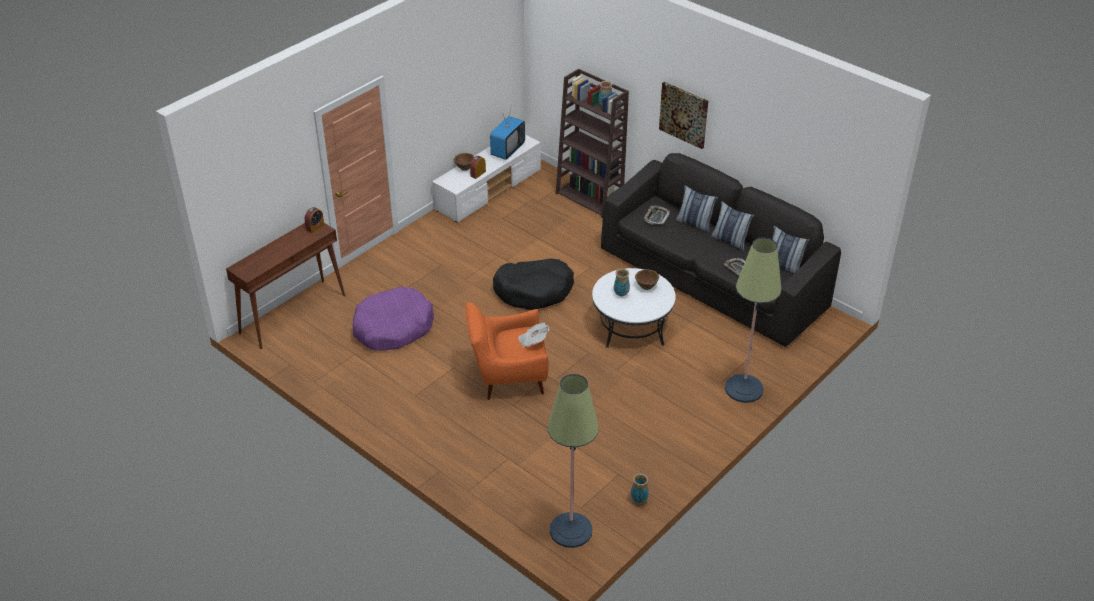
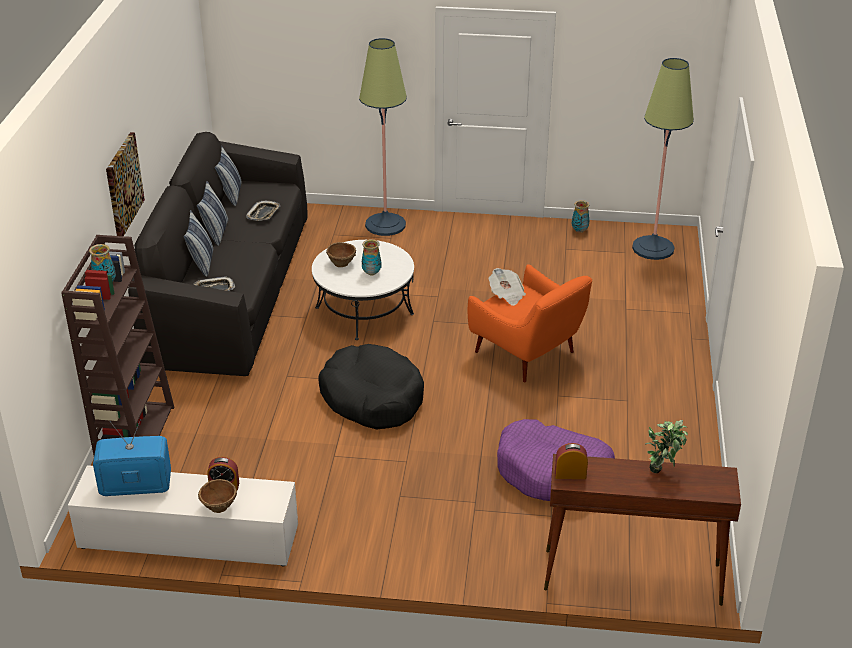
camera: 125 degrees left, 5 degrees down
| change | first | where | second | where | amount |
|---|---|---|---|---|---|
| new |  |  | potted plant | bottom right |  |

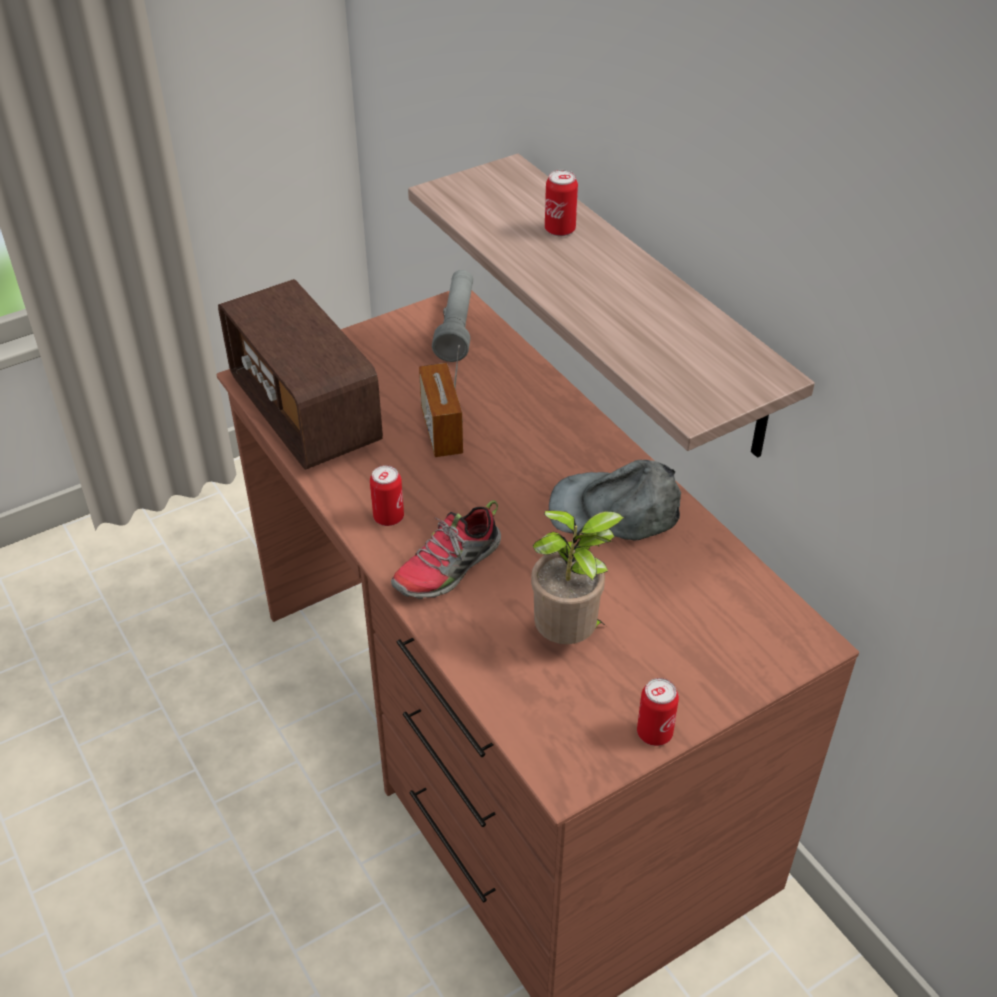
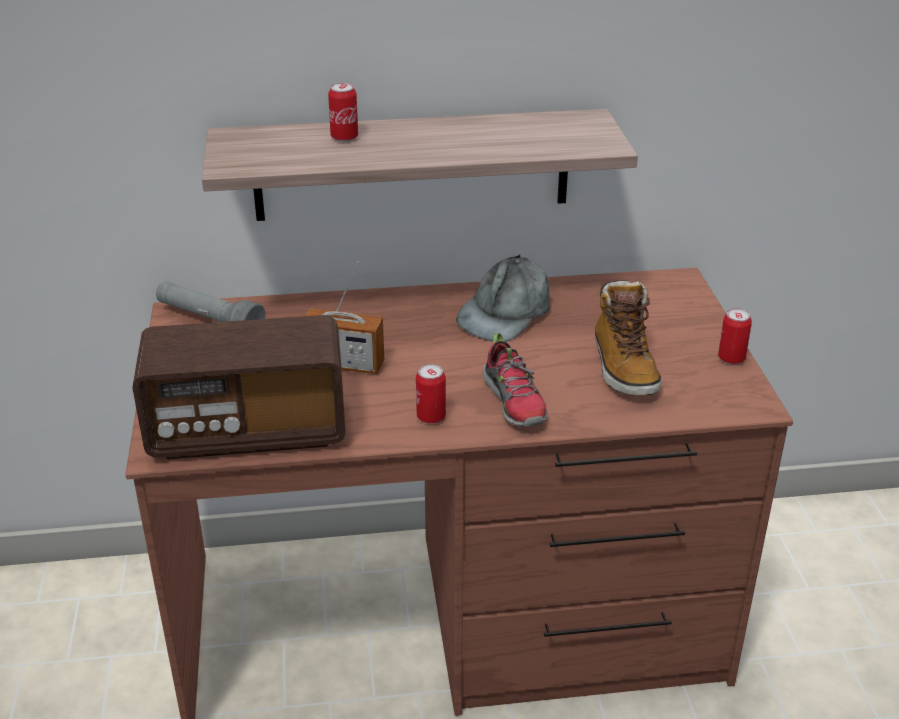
camera: 65 degrees left, 10 degrees down
| change | first | where | second | where | amount |
|---|---|---|---|---|---|
| swapped | potted plant | centre | high-top boot | middle right |  |

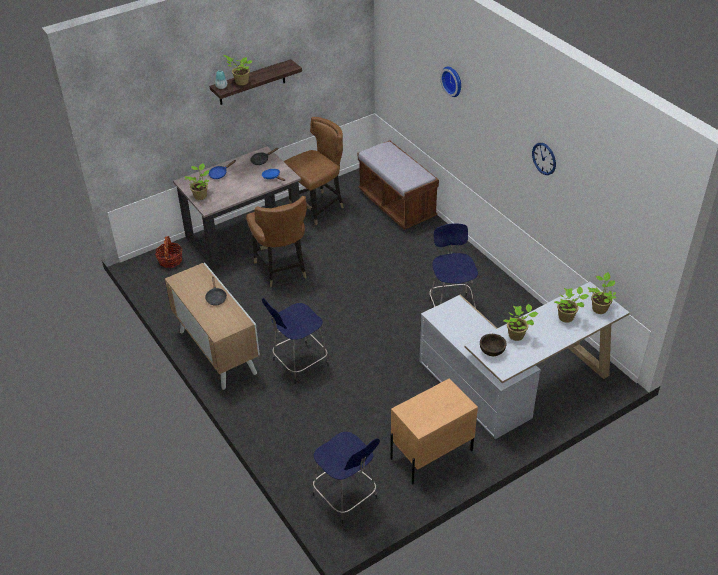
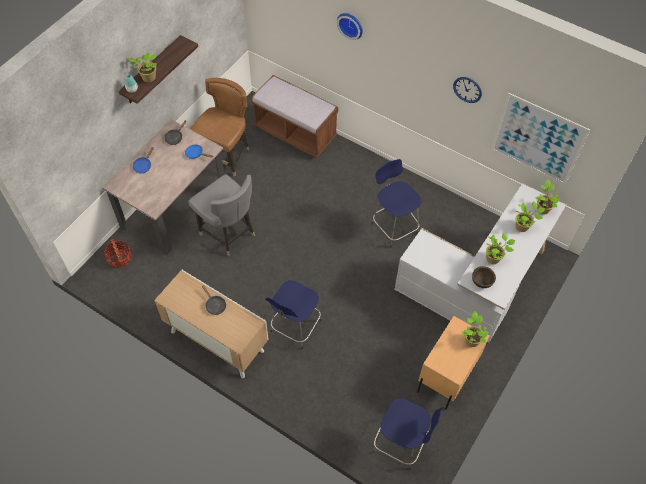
camera: 25 degrees left, 15 degrees up
| change | first | where | second | where | amount |
|---|---|---|---|---|---|
| repainted | brown-coloured upright chair (no. 1 from left) | centre | grey upright chair | centre |  |
| shifted | potted plant (no. 1 from left in the first image) | top left | potted plant (no. 2 from left) | bottom right |  |
| new |  |  | wall art | top right |  |

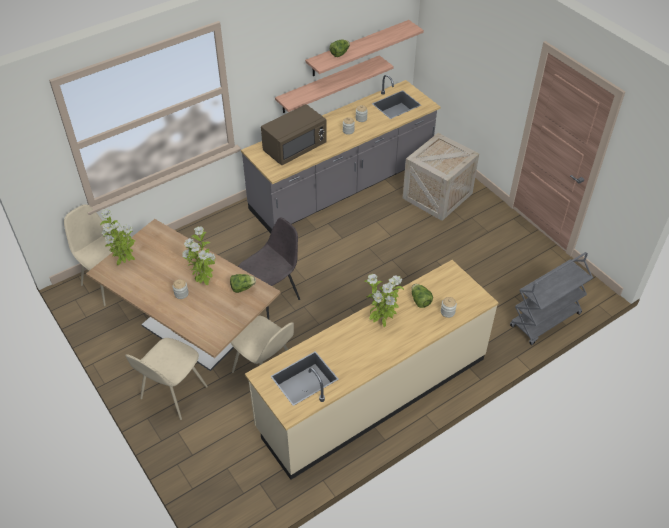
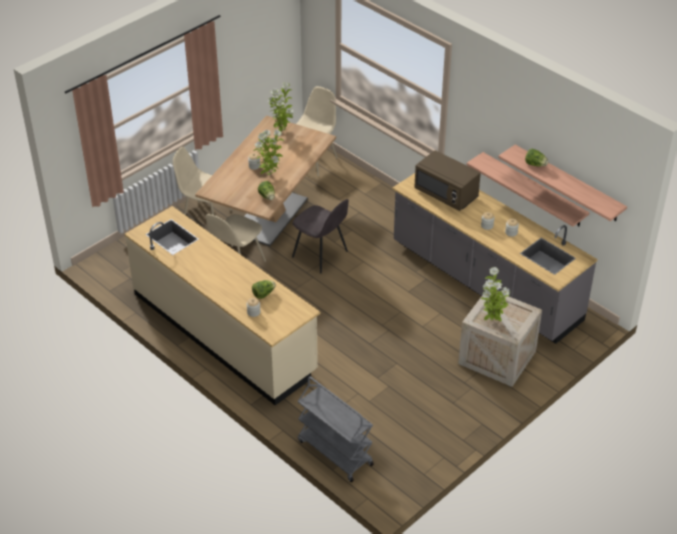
camera: 80 degrees right, 5 degrees down
| change | first | where | second | where | amount |
|---|---|---|---|---|---|
| shifted | potted plant (no. 3 from left) | centre |  | middle right |  |

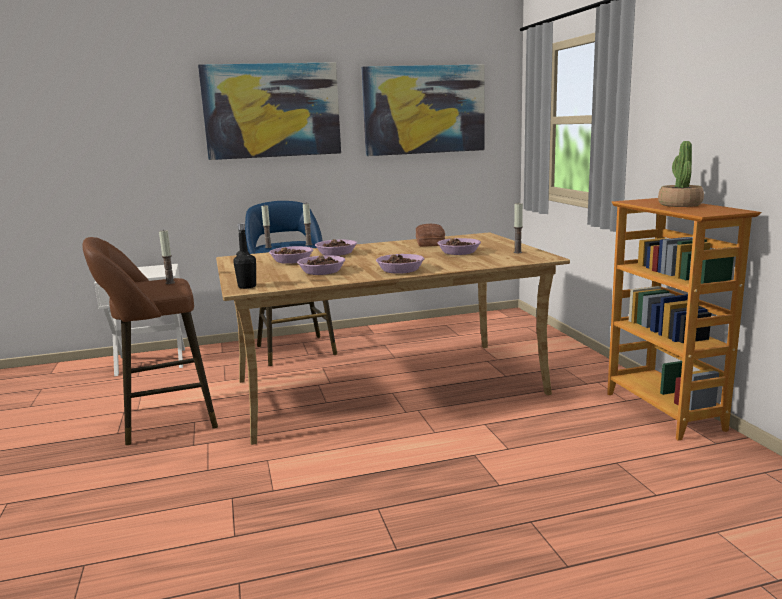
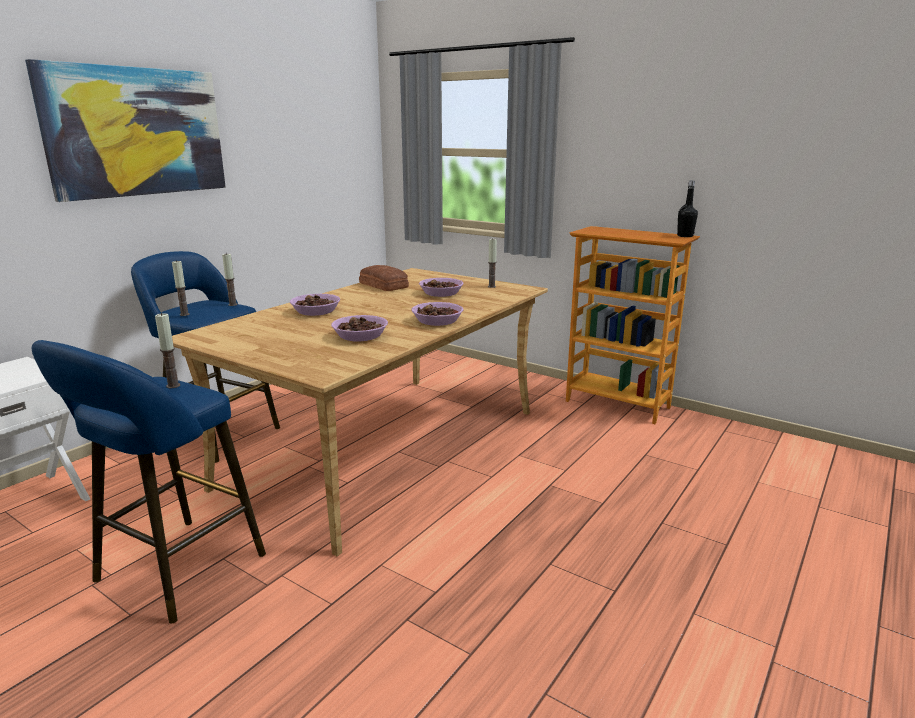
camera: 40 degrees left, 5 degrees up
| change | first | where | second | where | amount |
|---|---|---|---|---|---|
| repainted | brown-coloured stool seat | middle left | blue-coloured stool seat (no. 1 from left) | bottom left |  |
| shifted | blackish beverage bottle | middle left |  | top right |  |
| gone | deep dish (no. 1 from left) | centre |  |  |  |
| gone | wall art (no. 2 from left) | top centre |  |  |  |
| gone | potted plant | top right |  |  |  |

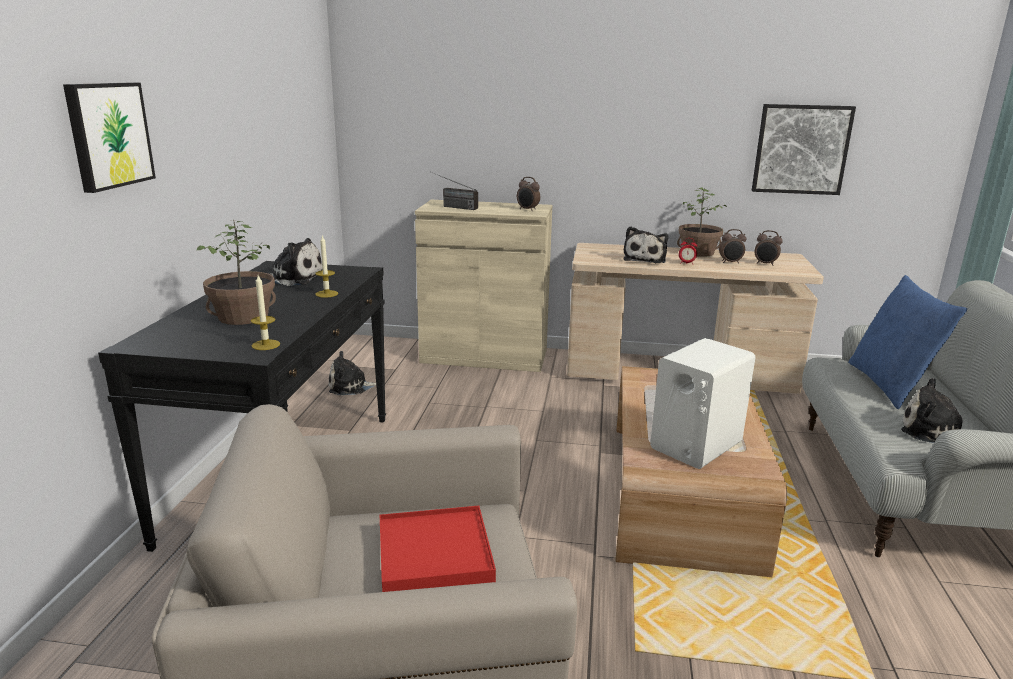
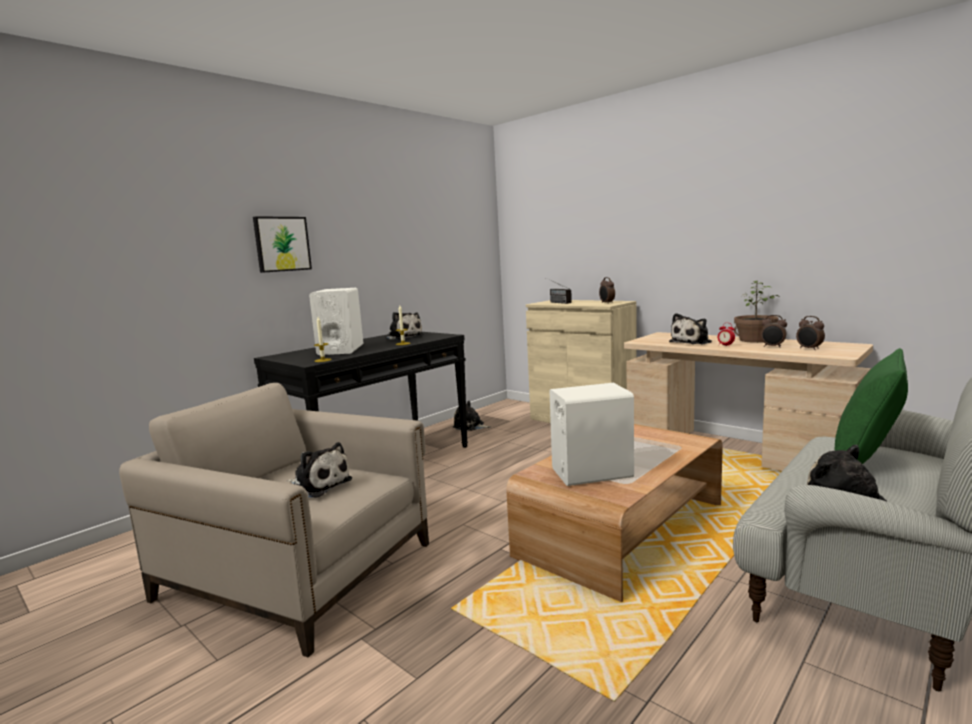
camera: 35 degrees right, 10 degrees down
| change | first | where | second | where | amount |
|---|---|---|---|---|---|
| swapped | red carrying tray | bottom centre | cuddly toy (no. 1 from left) | middle left |  |
| swapped | potted plant (no. 1 from left) | middle left | white audio speaker (no. 1 from left) | centre |  |
| repainted | blue-coloured pillow | middle right | greenish pillow | middle right |  |
| gone | wall art (no. 2 from left) | top right |  |  |  |

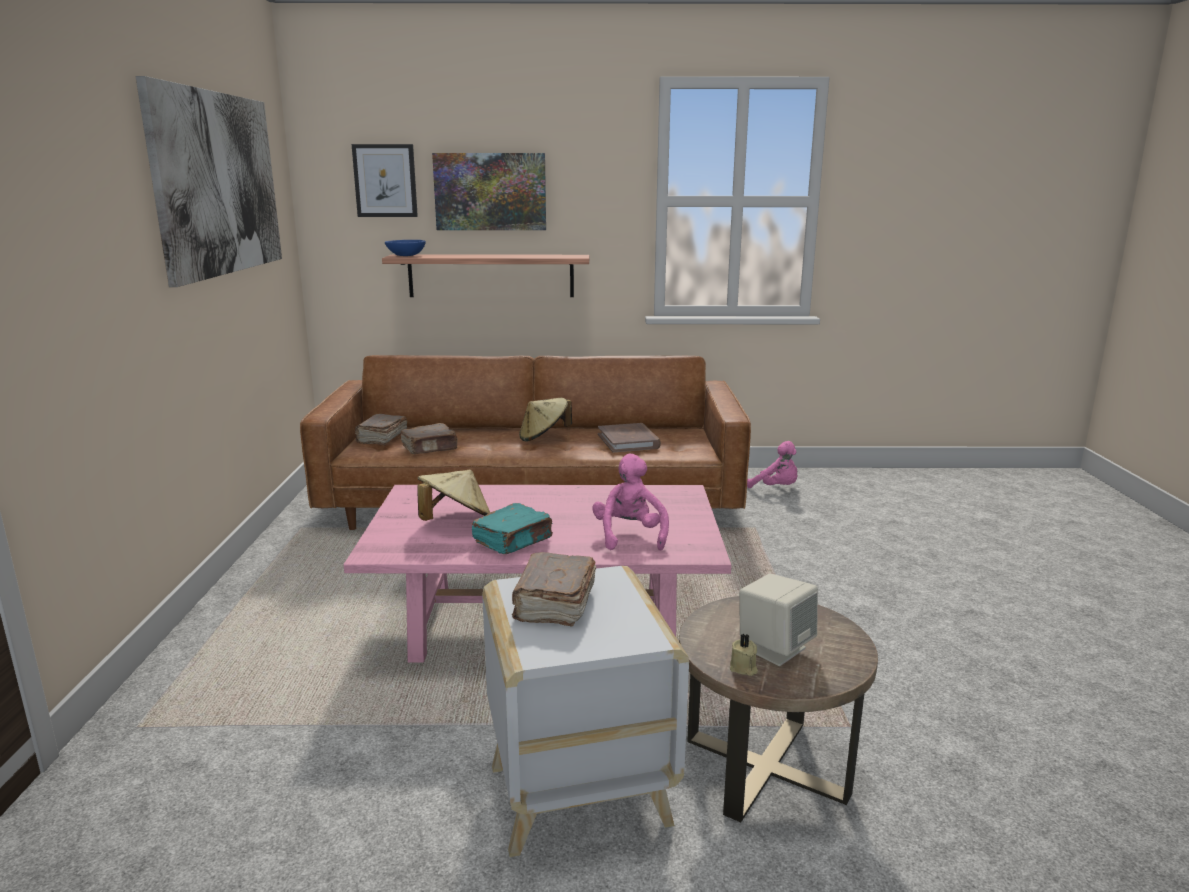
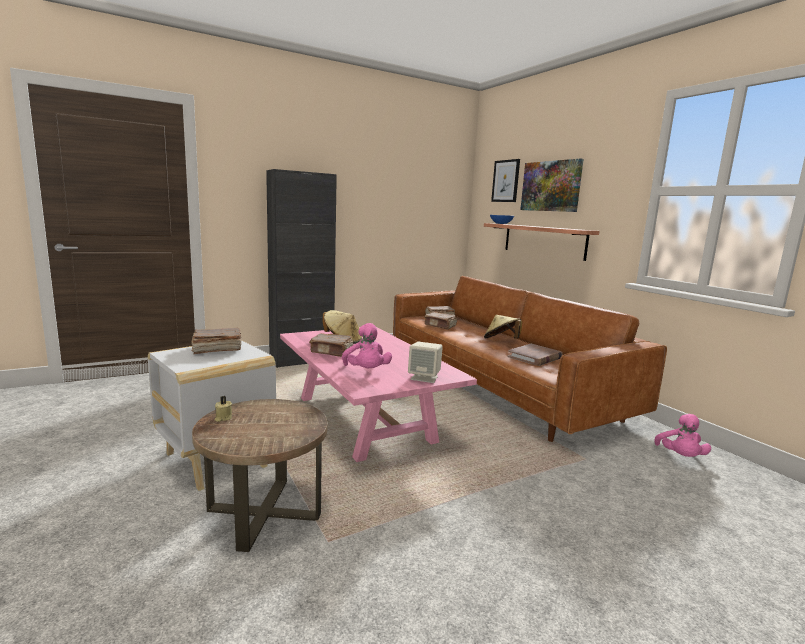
camera: 60 degrees right, 5 degrees down
| change | first | where | second | where | amount |
|---|---|---|---|---|---|
| new |  |  | blackish storage cabinet | centre |  |
| repainted | turquoise-coloured bound book | centre | brown-coloured bound book (no. 2 from left) | centre |  |
| rotated | pink cuddly toy (no. 1 from left) | centre |  | centre | 105 degrees clockwise |
| shifted | beige-coloured audio speaker | bottom centre |  | centre |  |
| gone | wall art (no. 1 from left) | top left |  |  |  |

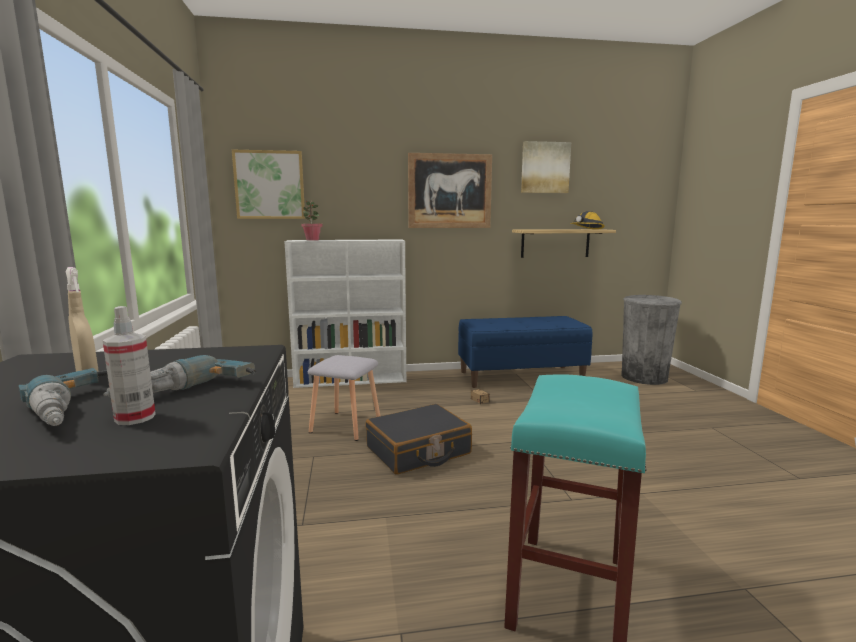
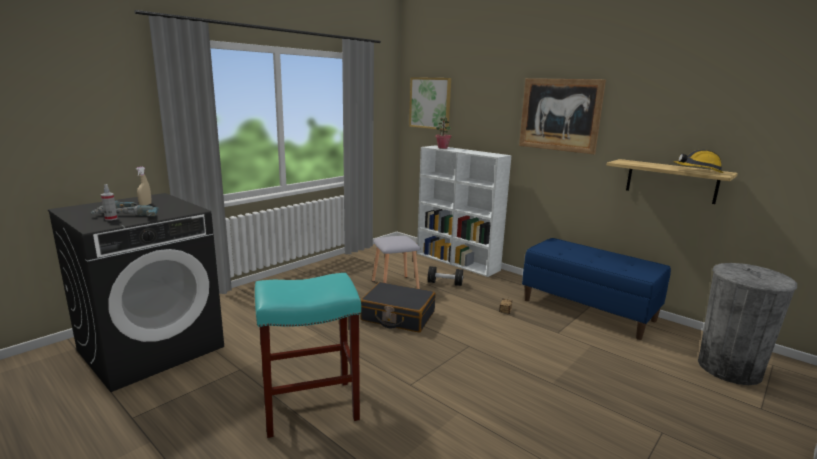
camera: 50 degrees right, 5 degrees up
| change | first | where | second | where | amount |
|---|---|---|---|---|---|
| new |  |  | blackish dumbbell | centre |  |
| gone | wall art (no. 3 from left) | top centre |  |  |  |

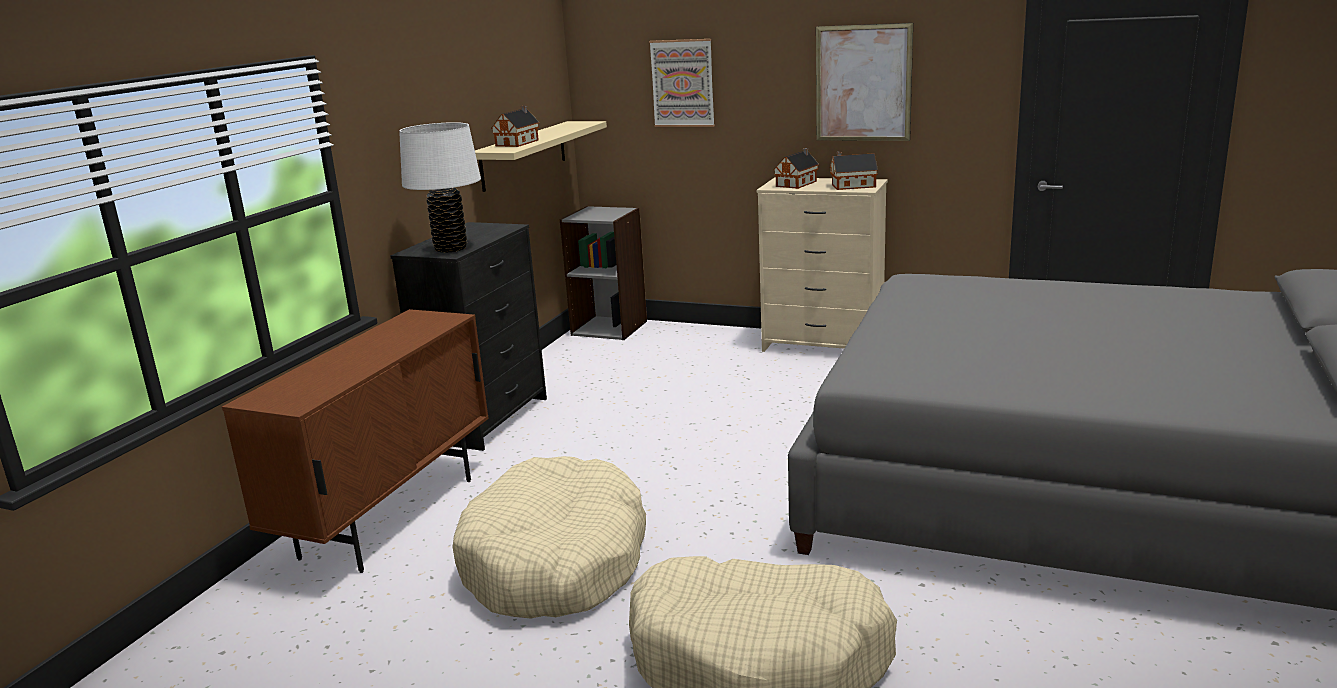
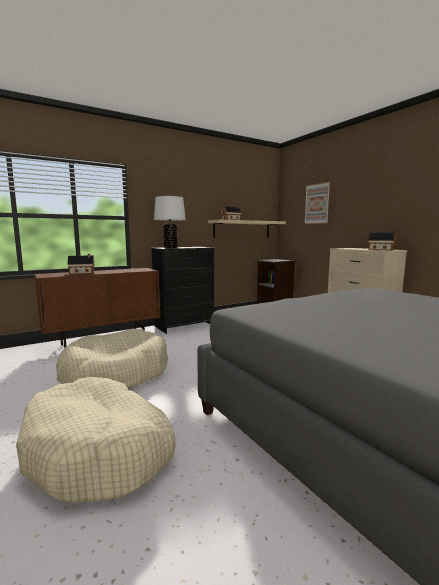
camera: 35 degrees right, 10 degrees down
| change | first | where | second | where | amount |
|---|---|---|---|---|---|
| shifted | toy house (no. 2 from left in the first image) | top centre | toy house (no. 1 from left) | middle left |  |
| gone | wall art (no. 2 from left) | top centre |  |  |  |

